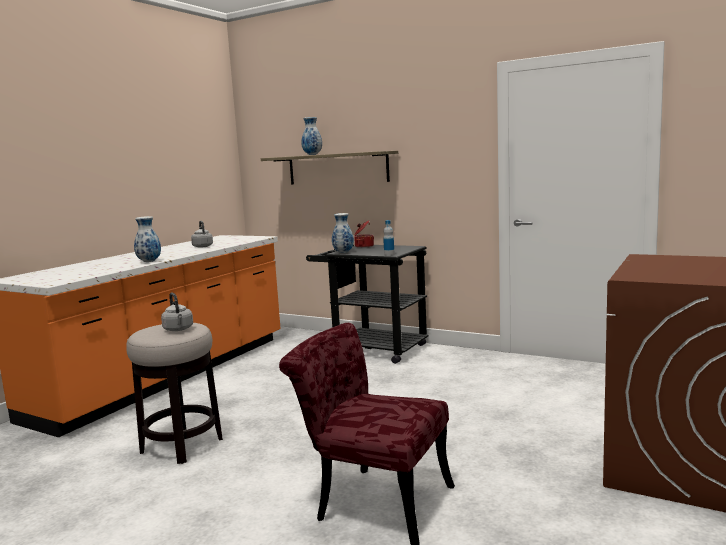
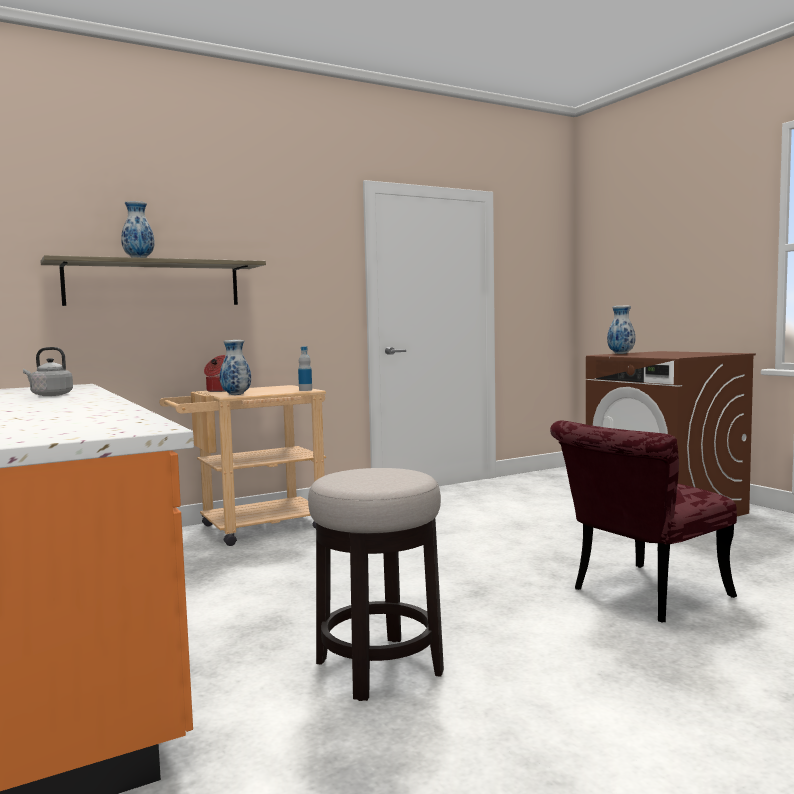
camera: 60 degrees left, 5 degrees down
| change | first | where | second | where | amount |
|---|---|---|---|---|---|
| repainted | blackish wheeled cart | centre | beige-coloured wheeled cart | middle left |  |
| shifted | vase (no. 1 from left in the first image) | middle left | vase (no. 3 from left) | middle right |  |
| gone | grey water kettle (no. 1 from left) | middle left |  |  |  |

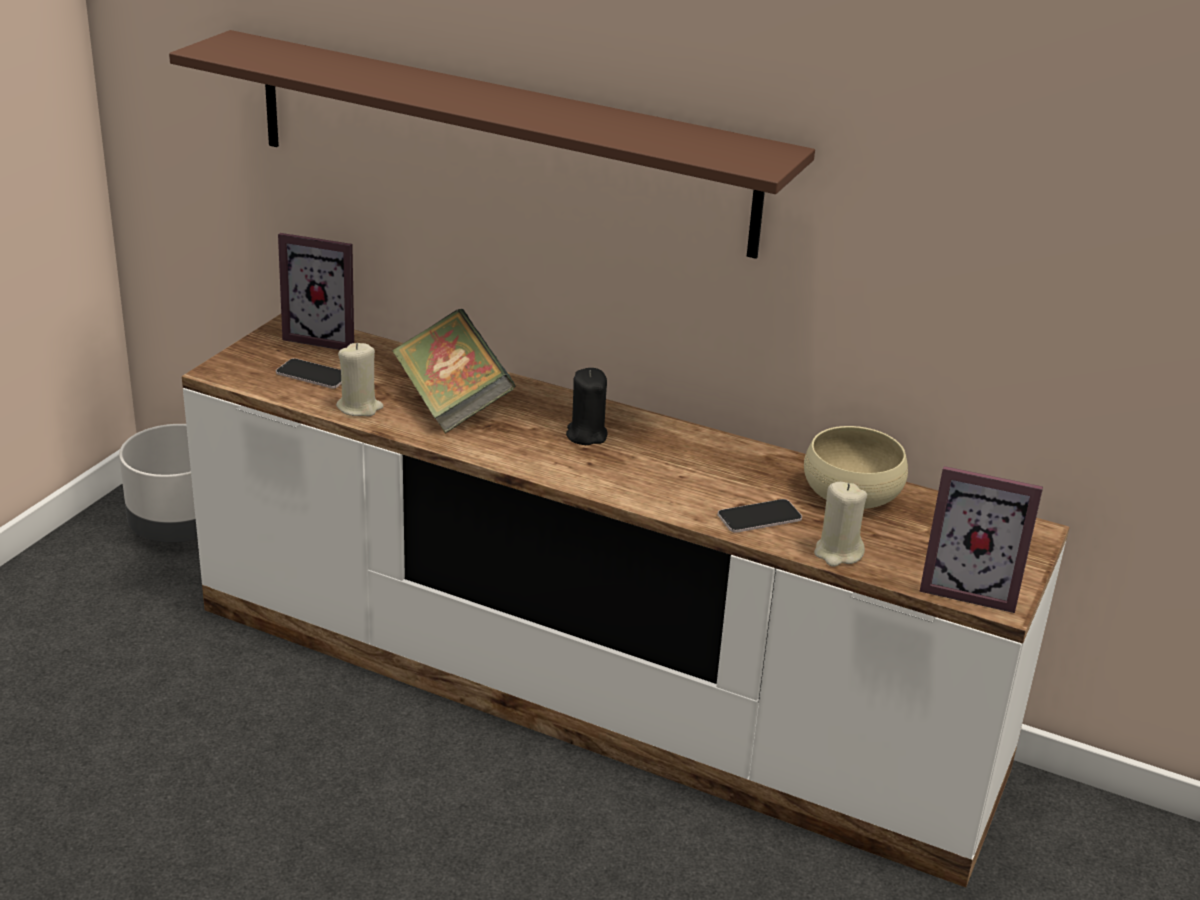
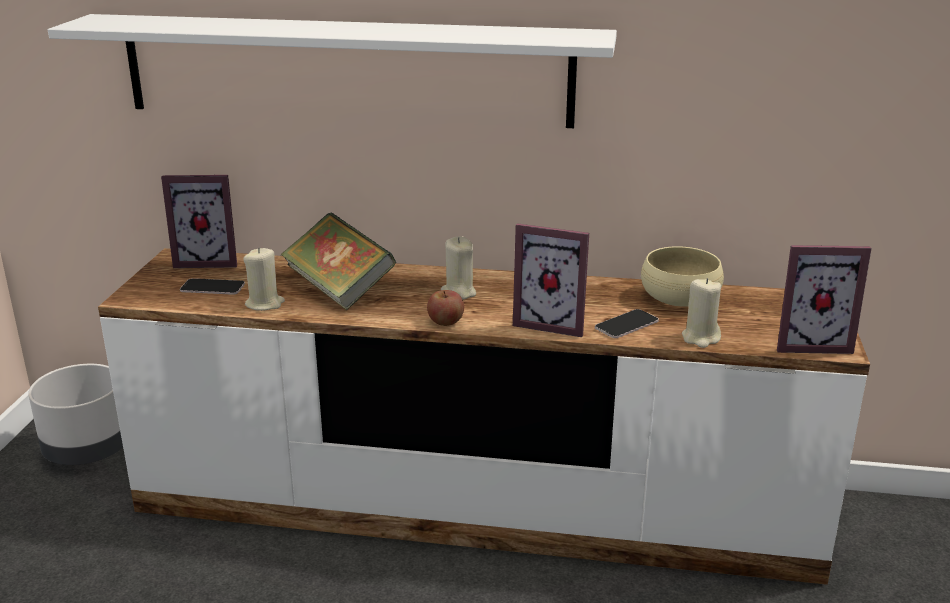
camera: 15 degrees left, 5 degrees down
| change | first | where | second | where | amount |
|---|---|---|---|---|---|
| repainted | brown-coloured wall shelf | top centre | white wall shelf | top centre |  |
| new |  |  | apple | centre |  |
| repainted | blackish wax candle | centre | beige-coloured wax candle (no. 2 from left) | centre |  |
| new |  |  | picture frame (no. 2 from left) | centre |  |

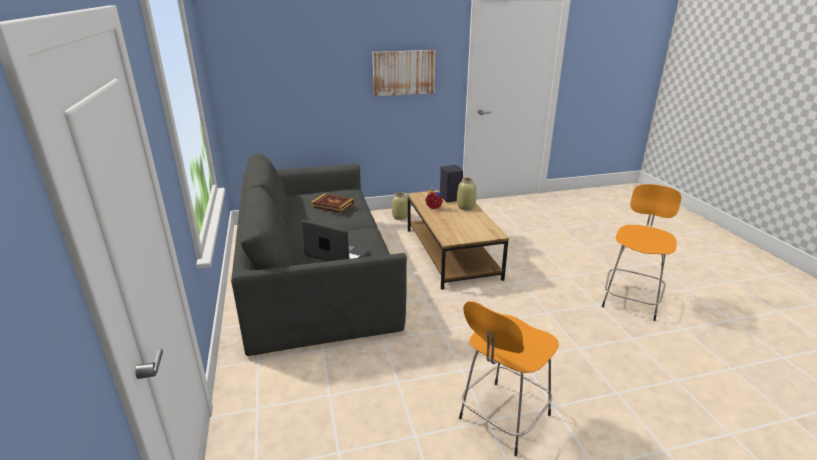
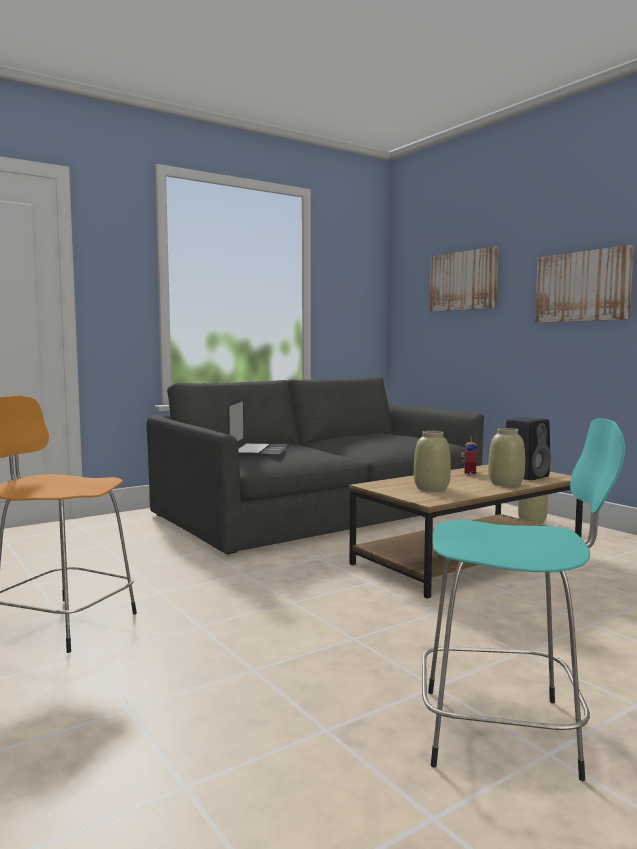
camera: 70 degrees right, 20 degrees down
| change | first | where | second | where | amount |
|---|---|---|---|---|---|
| new |  |  | beige-coloured vase (no. 1 from left) | middle right |  |
| repainted | orange-coloured stool seat (no. 2 from left) | middle right | turquoise-coloured stool seat | bottom right |  |
| new |  |  | wall art (no. 1 from left) | top right |  |
| gone | bound book | centre |  |  |  |

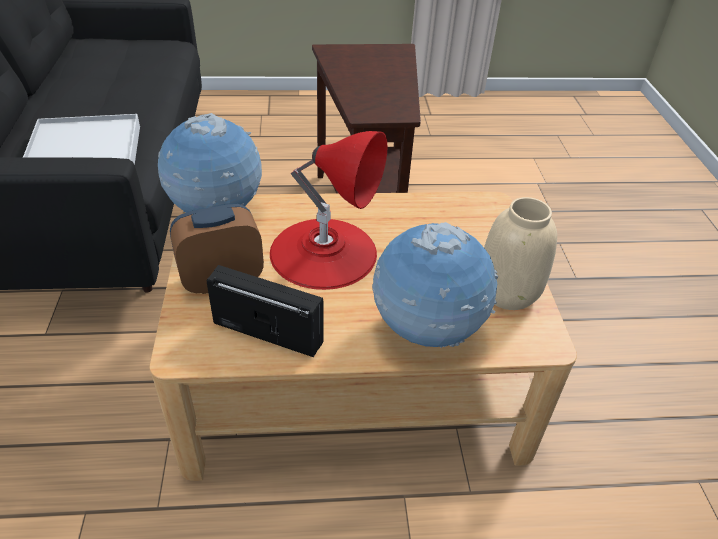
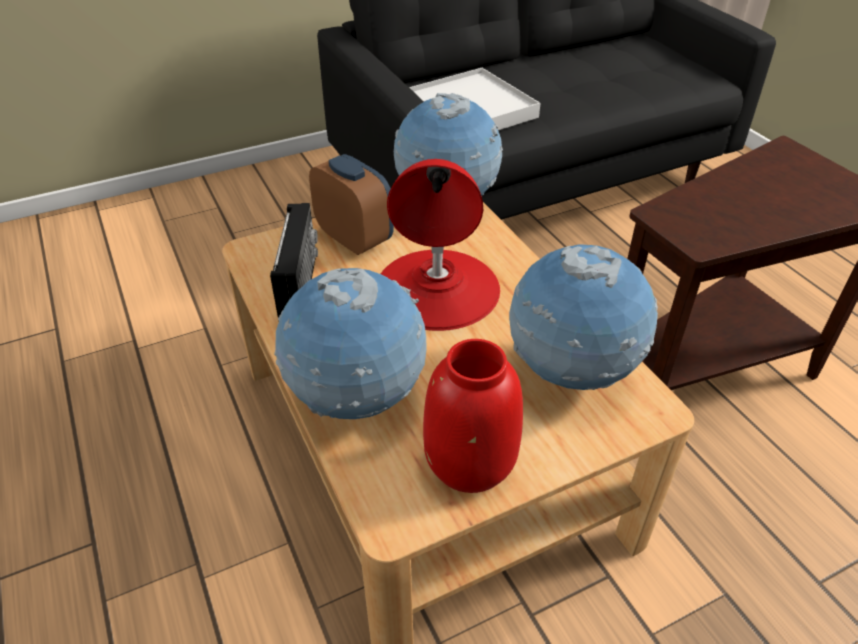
camera: 70 degrees right, 0 degrees up
| change | first | where | second | where | amount |
|---|---|---|---|---|---|
| repainted | beige-coloured vase | middle right | red vase | centre |  |
| new |  |  | globe (no. 3 from left) | middle right |  |

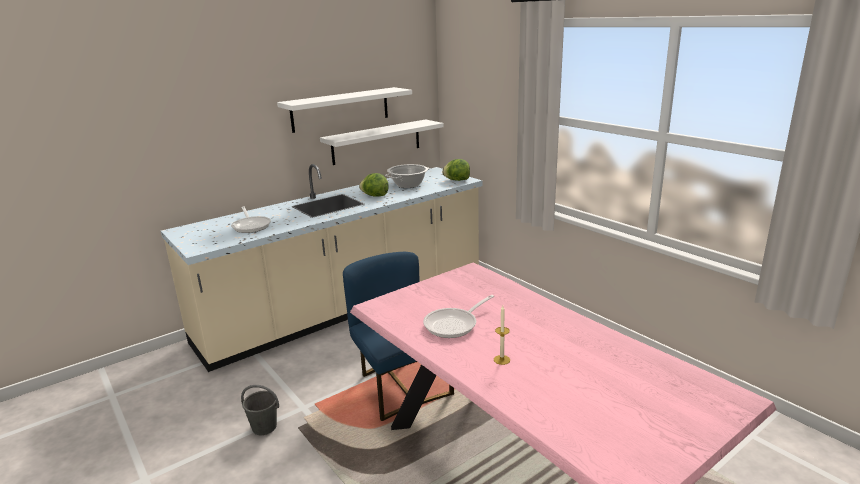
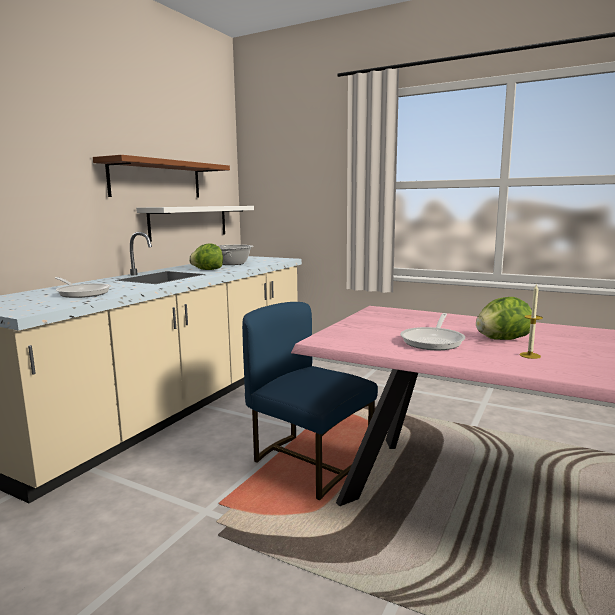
camera: 25 degrees left, 10 degrees down
| change | first | where | second | where | amount |
|---|---|---|---|---|---|
| repainted | white wall shelf (no. 1 from left) | top centre | brown-coloured wall shelf | top left |  |
| shifted | head of lettuce (no. 2 from left) | centre |  | middle right |  |
| gone | grey bucket | bottom left |  |  |  |

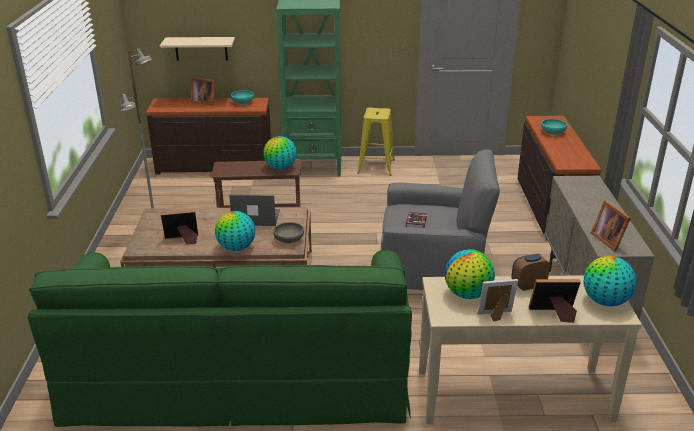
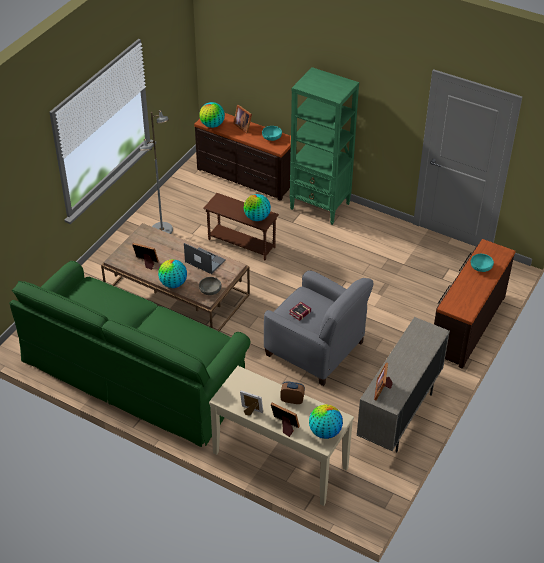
camera: 30 degrees right, 15 degrees up
| change | first | where | second | where | amount |
|---|---|---|---|---|---|
| shifted | globe (no. 3 from left in the first image) | middle right | globe (no. 2 from left) | top centre |  |
| gone | beige-coloured wall shelf | top left |  |  |  |
| gone | yellow-coloured stool seat | top centre |  |  |  |

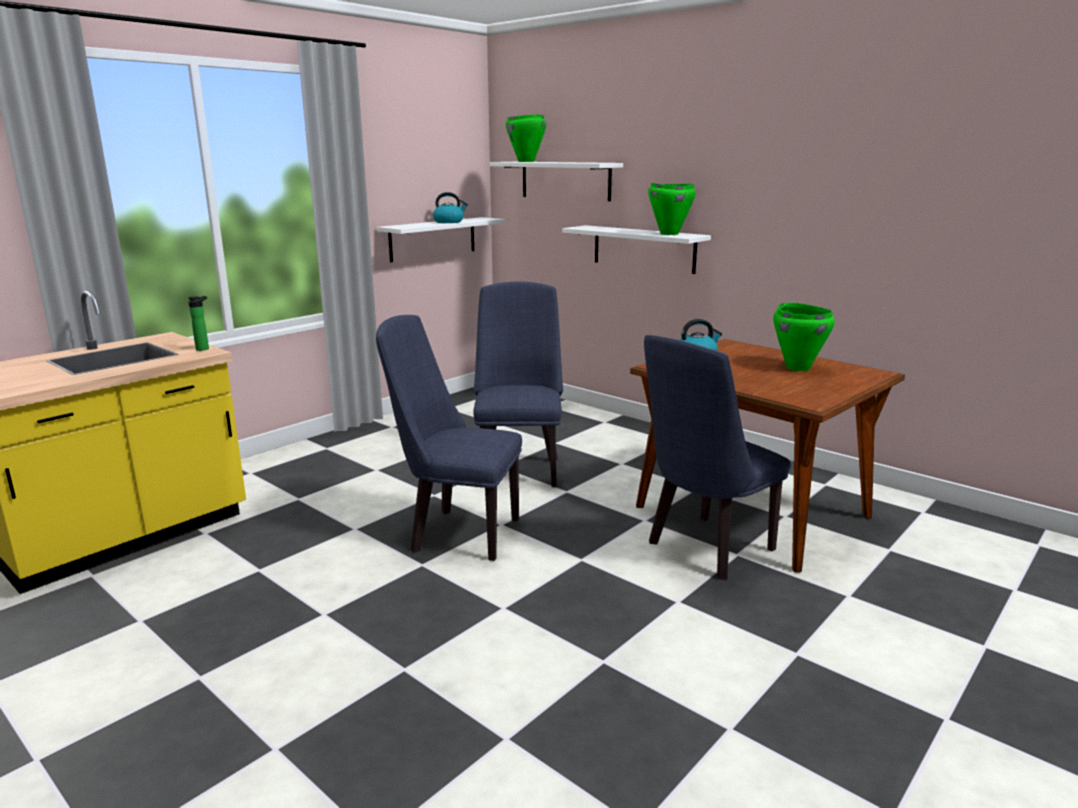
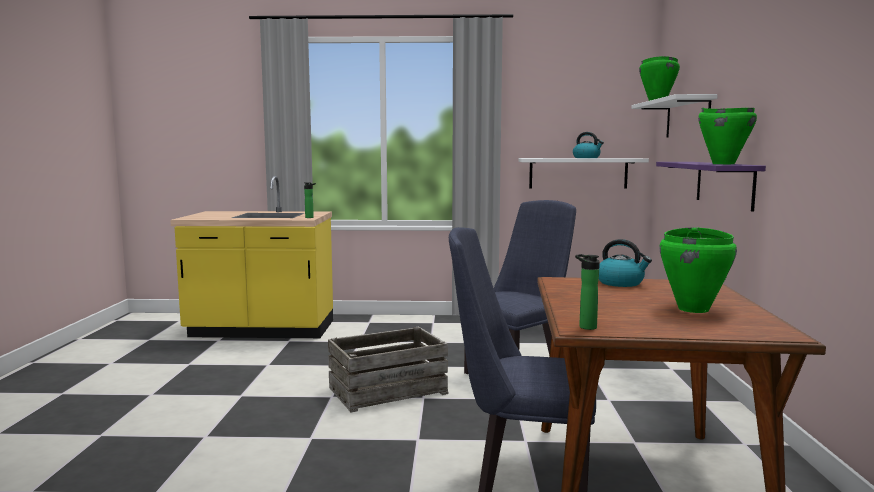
camera: 50 degrees right, 10 degrees down
| change | first | where | second | where | amount |
|---|---|---|---|---|---|
| swapped | blue-coloured upright chair (no. 1 from left) | centre | crate | bottom centre |  |
| new |  |  | beverage bottle (no. 2 from left) | middle right |  |
| repainted | white wall shelf (no. 3 from left) | top centre | purple wall shelf | middle right |  |

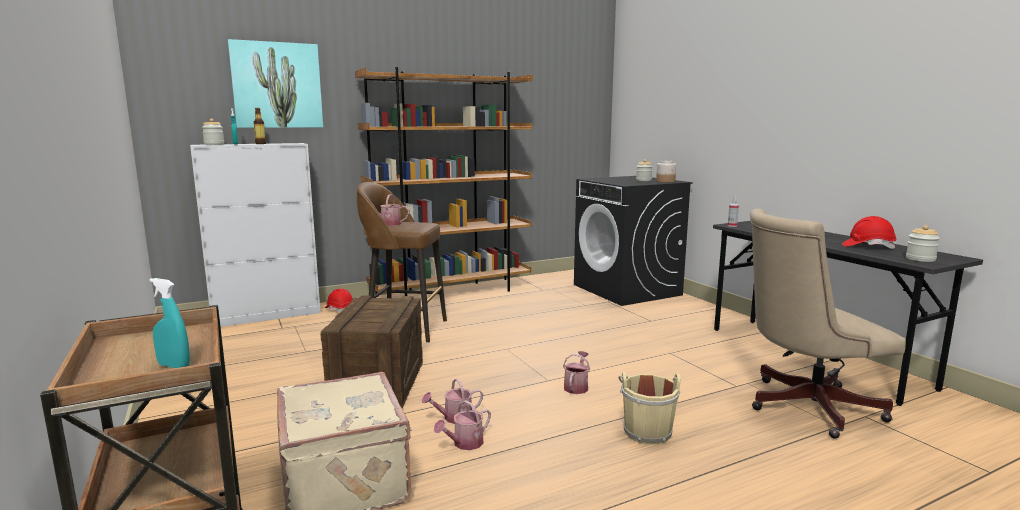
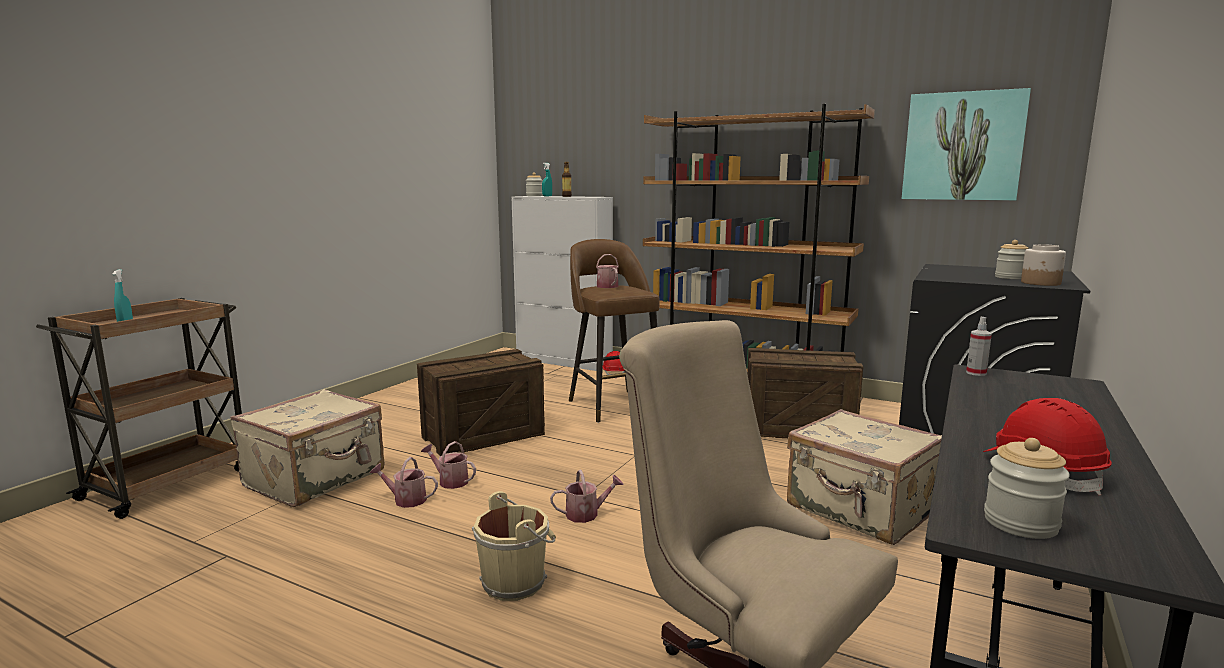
camera: 55 degrees right, 0 degrees up
| change | first | where | second | where | amount |
|---|---|---|---|---|---|
| new |  |  | crate (no. 2 from left) | centre |  |
| new |  |  | beige-coloured suitcase (no. 2 from left) | bottom right |  |
| shifted | wall art | top left |  | top right |  |

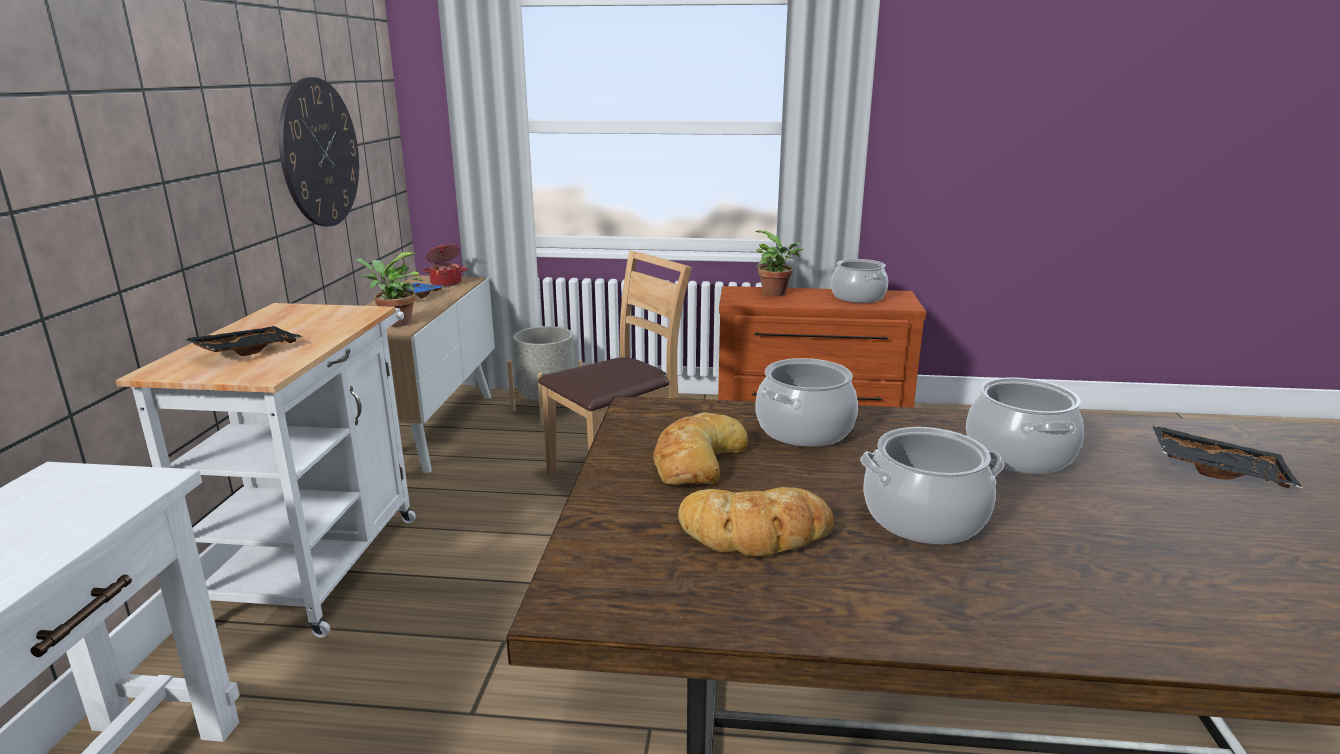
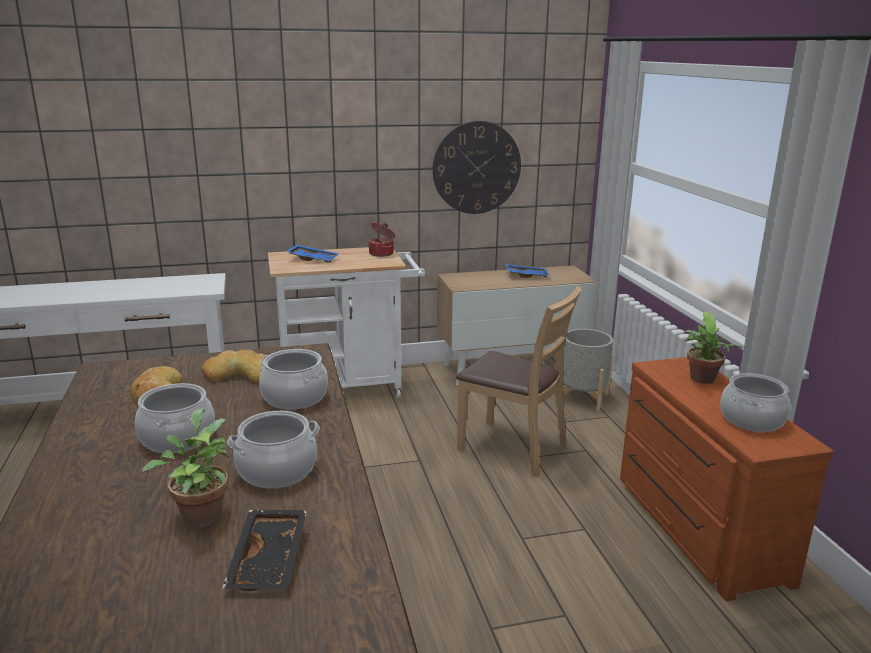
camera: 70 degrees right, 0 degrees up
| change | first | where | second | where | amount |
|---|---|---|---|---|---|
| shifted | potted plant (no. 1 from left) | middle left |  | bottom left |  |
| repainted | blackish carrying tray (no. 1 from left) | middle left | blue-coloured carrying tray (no. 1 from left) | centre |  |
| shifted | cooking pot (no. 1 from left in the first image) | middle left | cooking pot (no. 4 from left) | centre |  |

